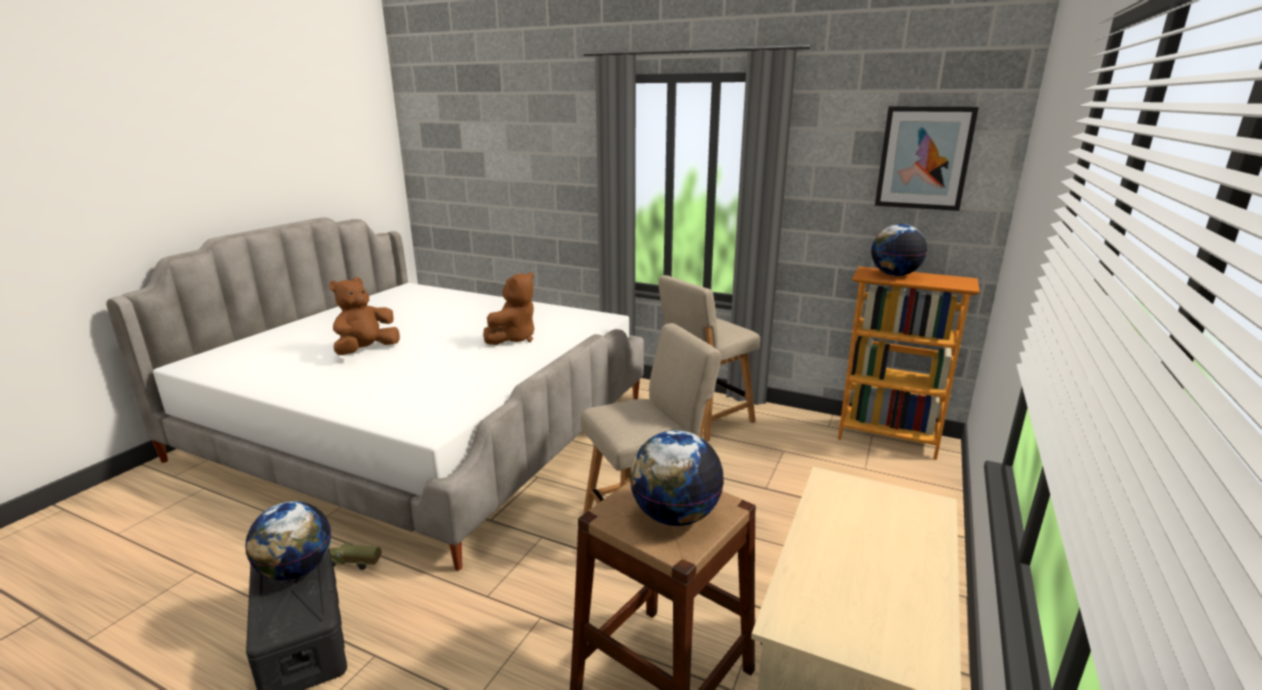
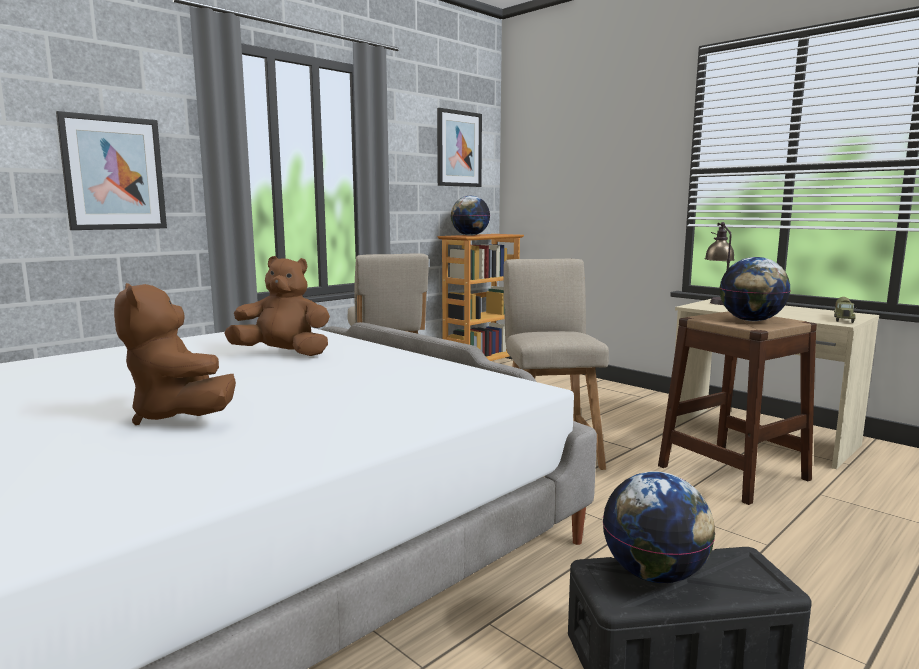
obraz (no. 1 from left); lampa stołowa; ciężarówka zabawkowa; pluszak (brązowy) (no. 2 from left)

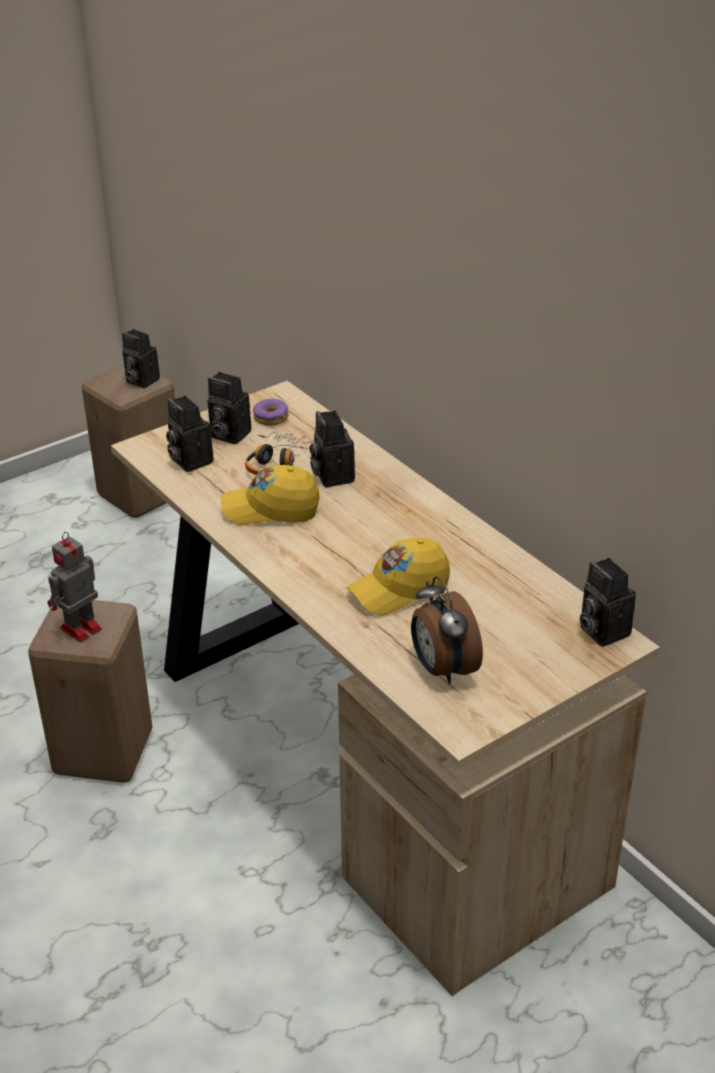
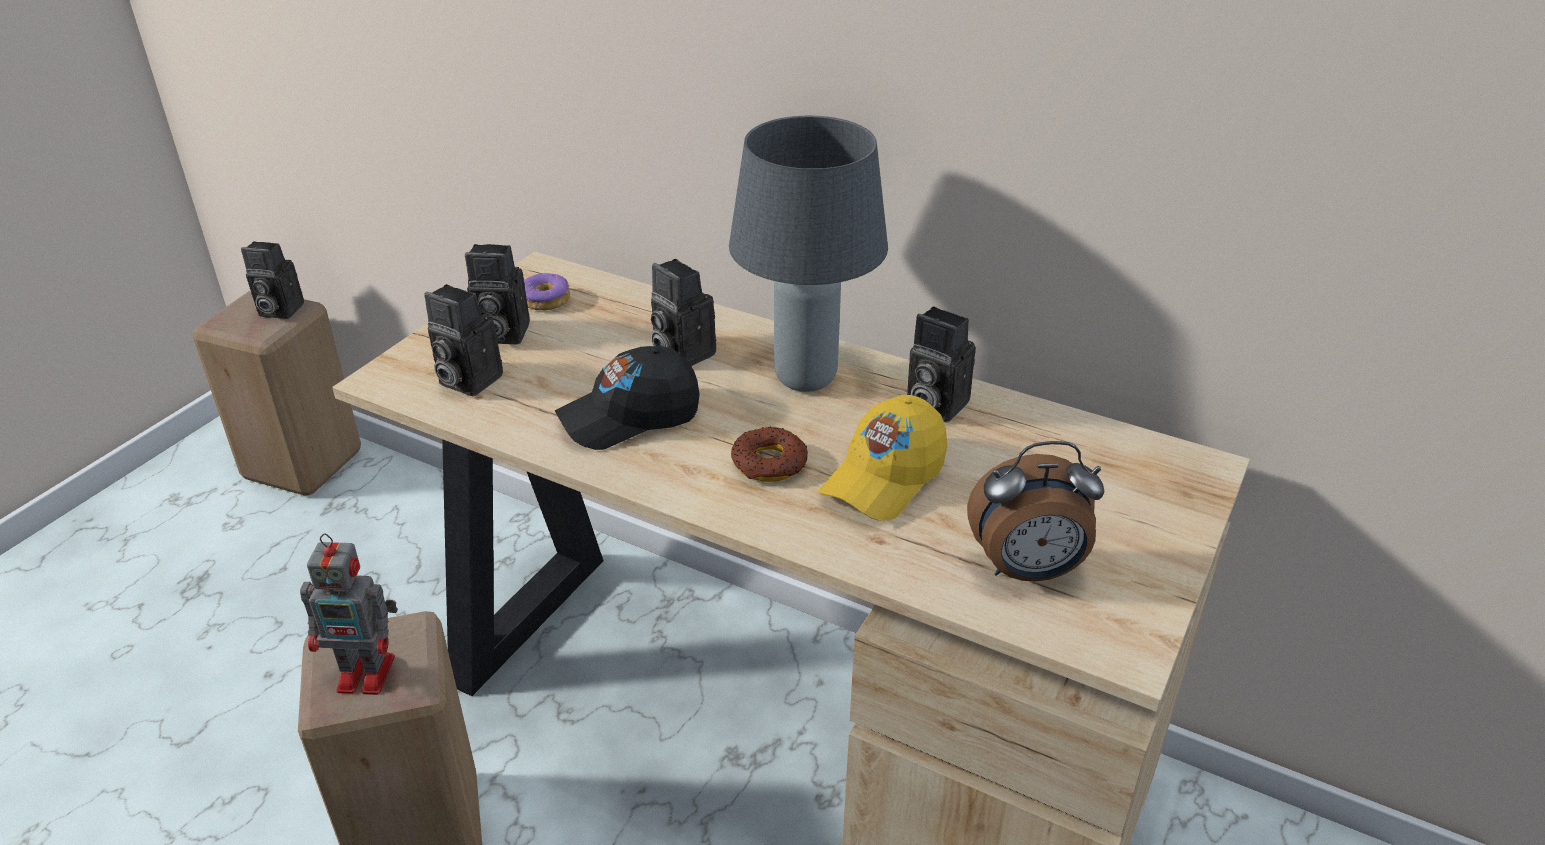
słuchawki; lampa stołowa (szary); donut (no. 2 from left); aparat fotograficzny (no. 5 from left); czapka z daszkiem (czarny); robot zabawkowy; budzik

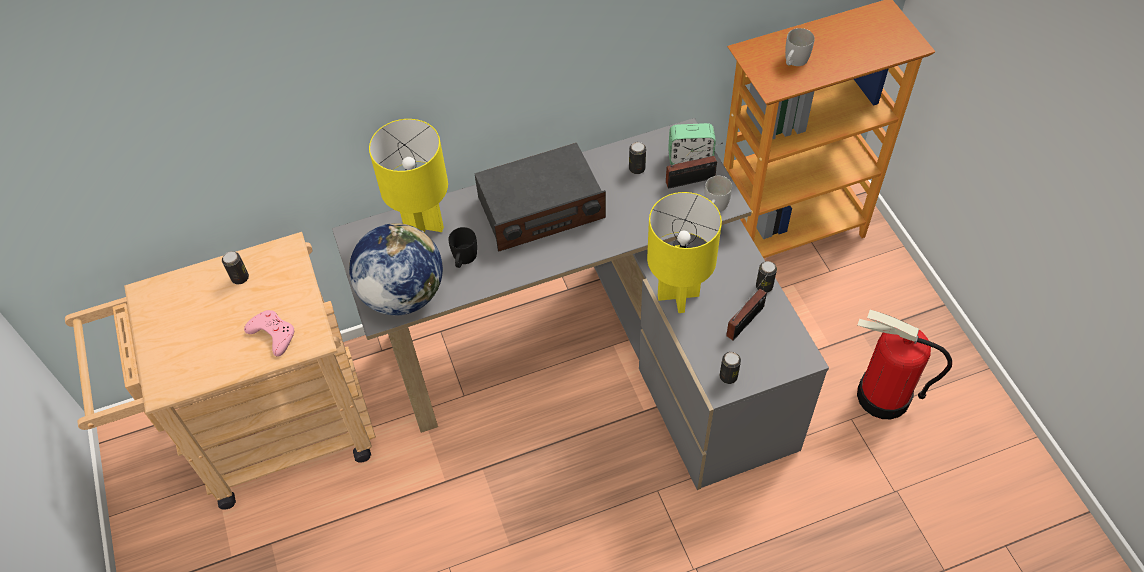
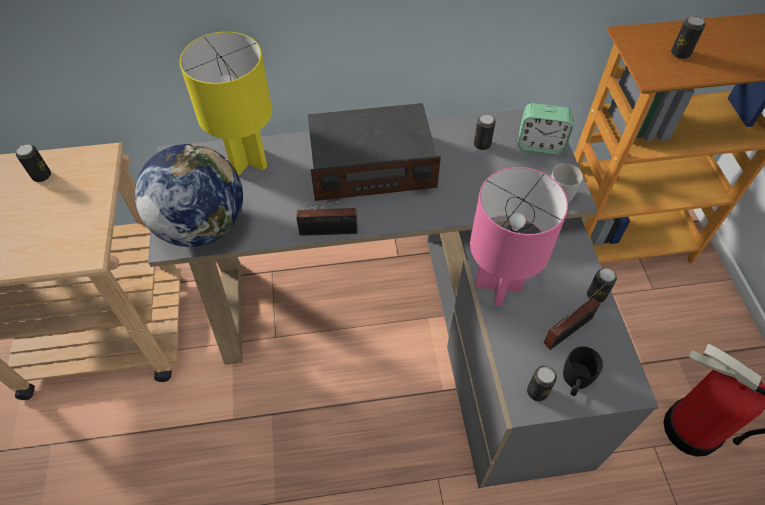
pad do gier (różowy); kubek (czarny); radio (no. 1 from left); puszka (no. 5 from left); lampa stołowa (różowy)

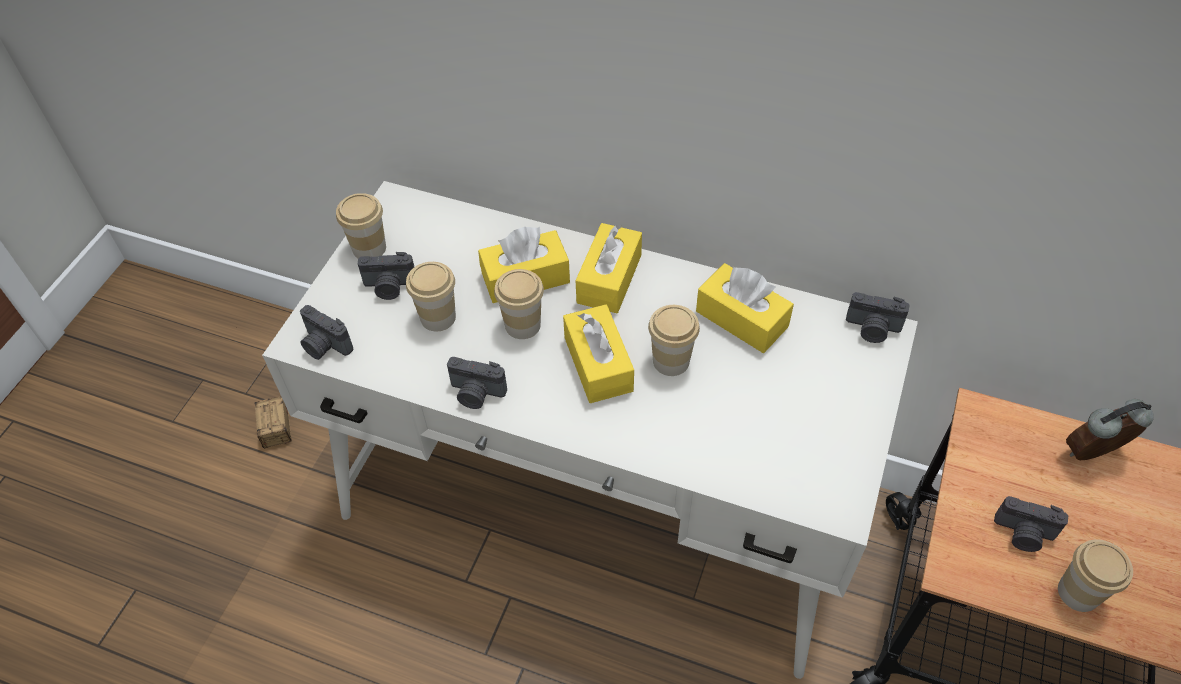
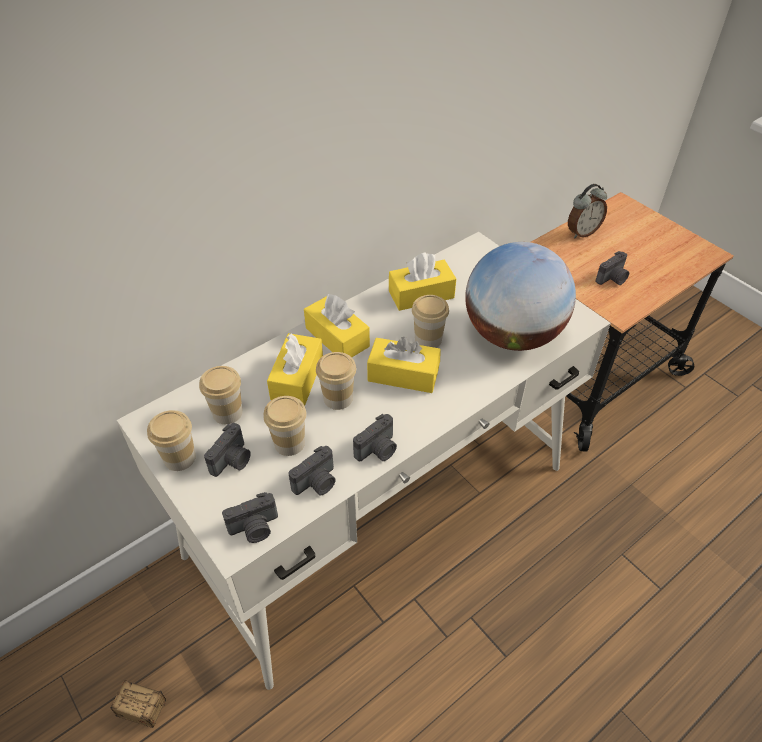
globus; aparat fotograficzny (no. 3 from left); filiżanka (no. 2 from left); budzik

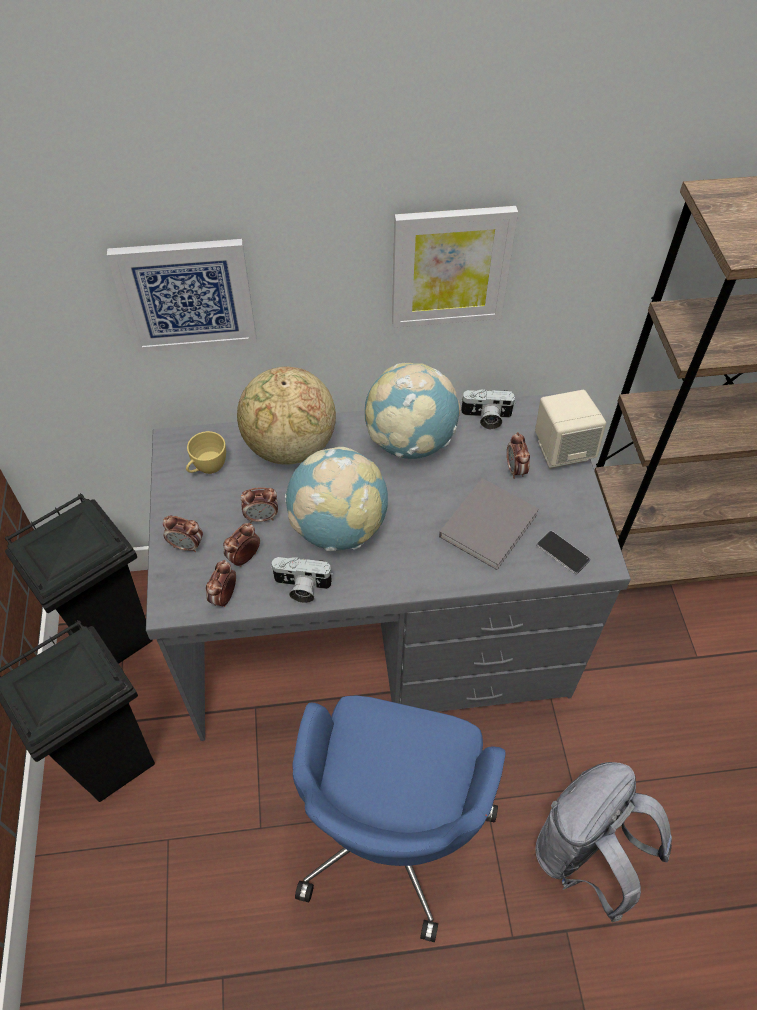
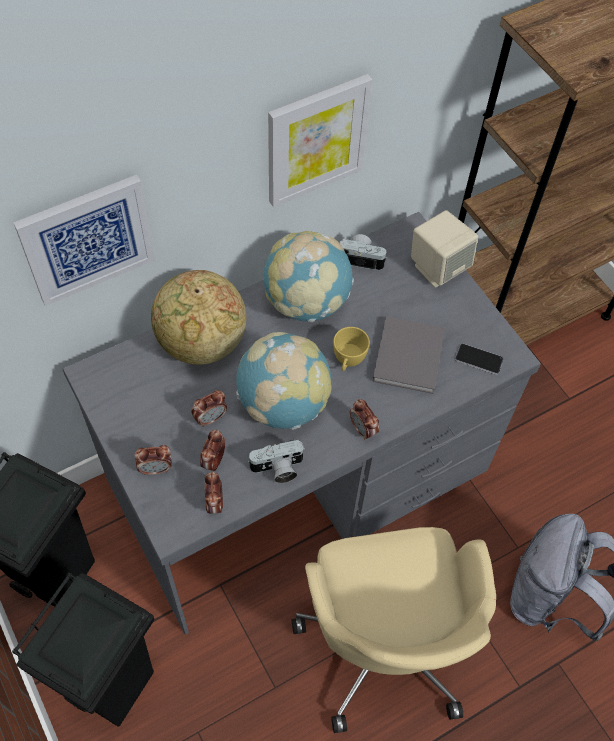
filiżanka (żółty); budzik (no. 5 from left); krzesło biurowe (beżowy); aparat fotograficzny (no. 2 from left)

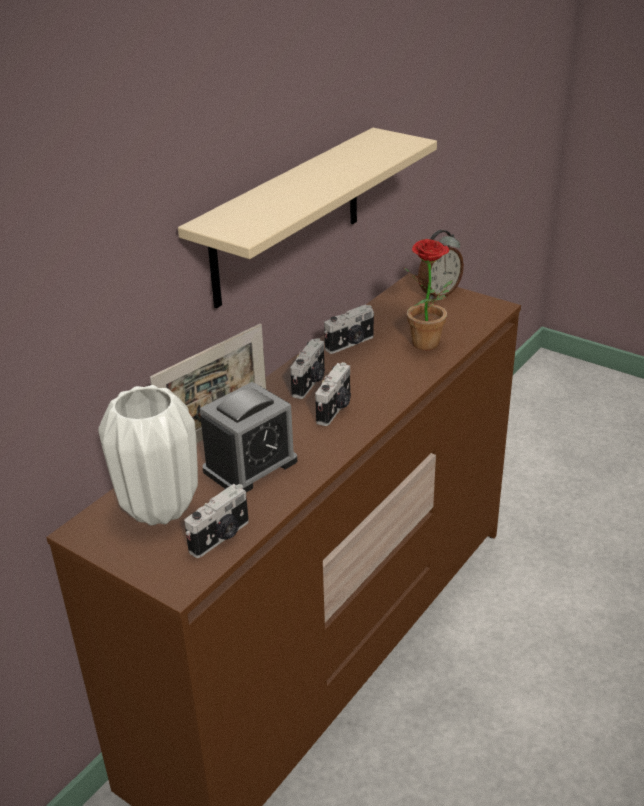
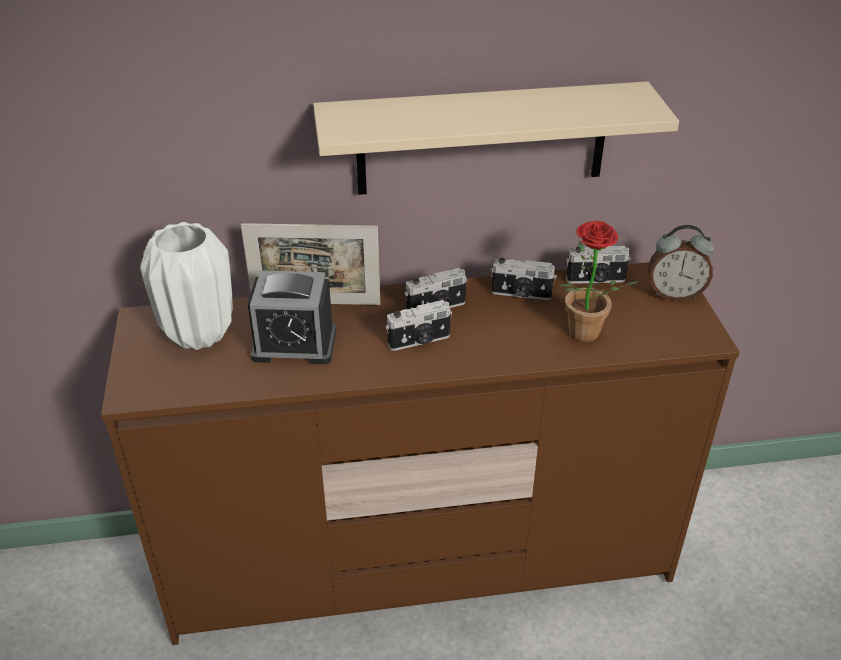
aparat fotograficzny (no. 4 from left)

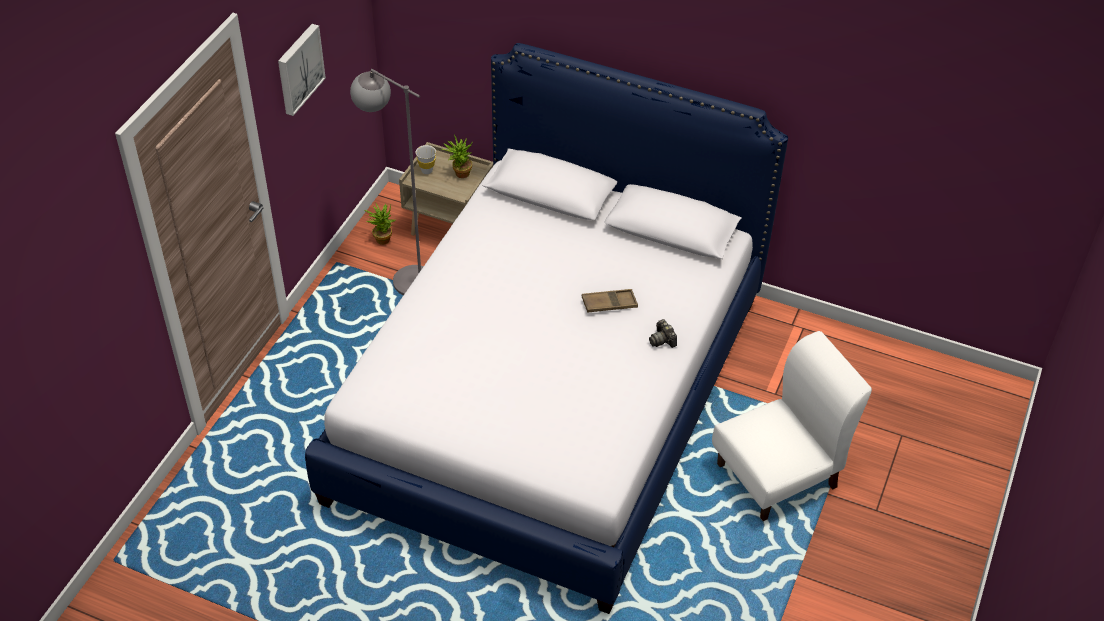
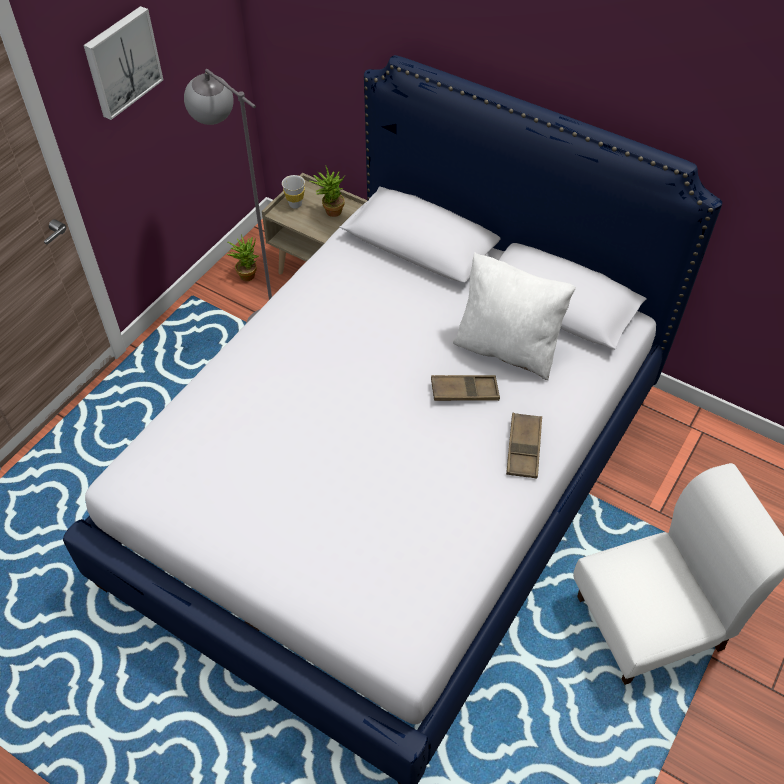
poduszka (biały); taca (brązowy) (no. 2 from left)

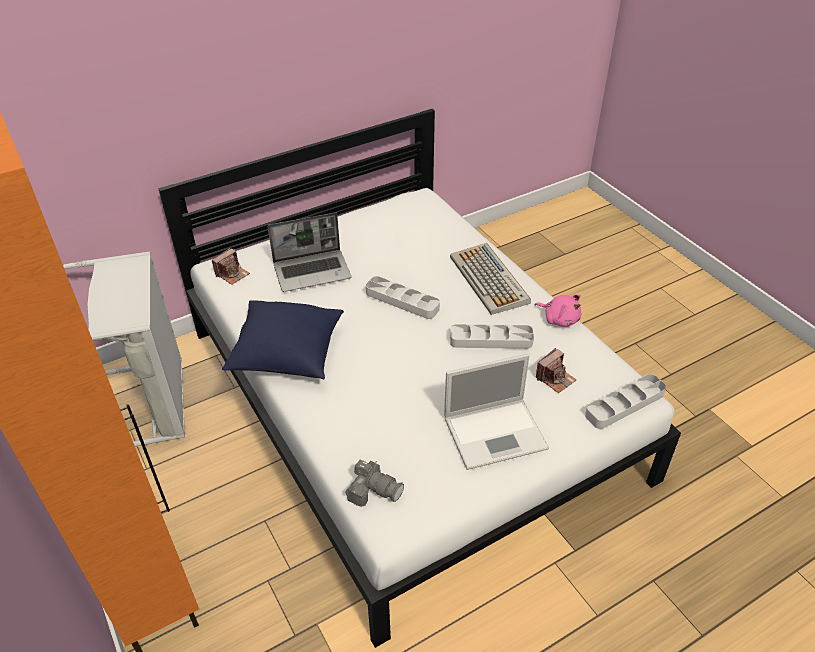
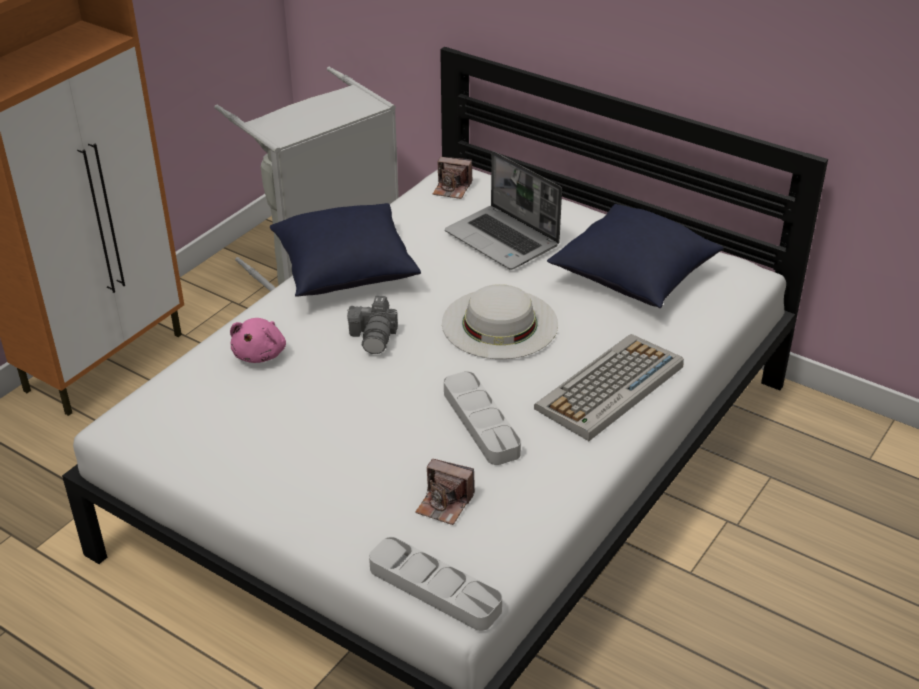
laptop (no. 2 from left in the first image); poduszka (niebieski) (no. 2 from left); aparat fotograficzny (no. 1 from left); pluszak (różowy); kapelusz (biały)

